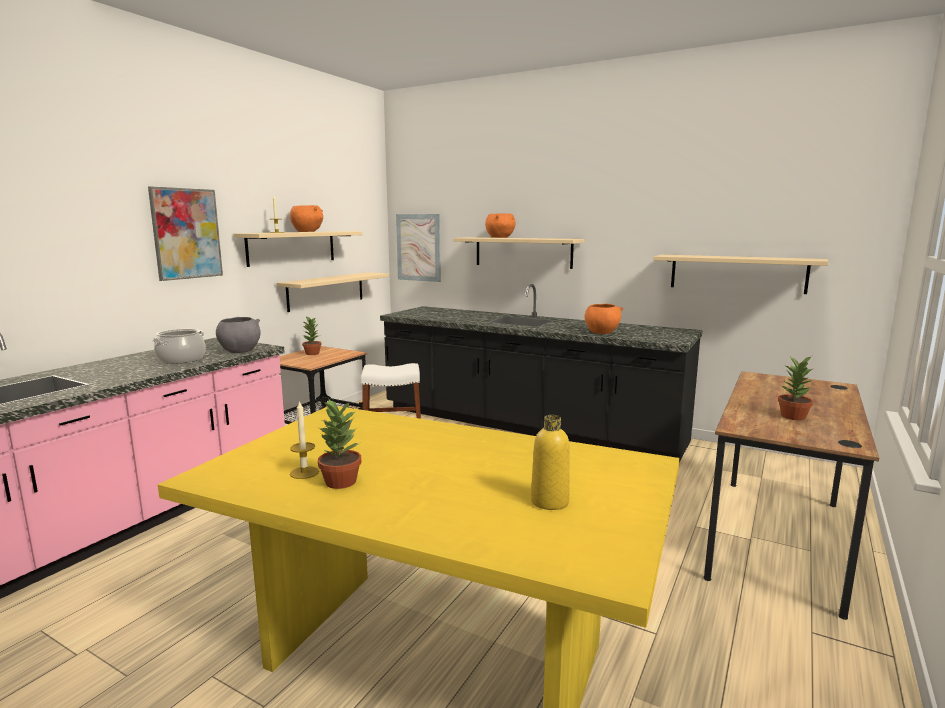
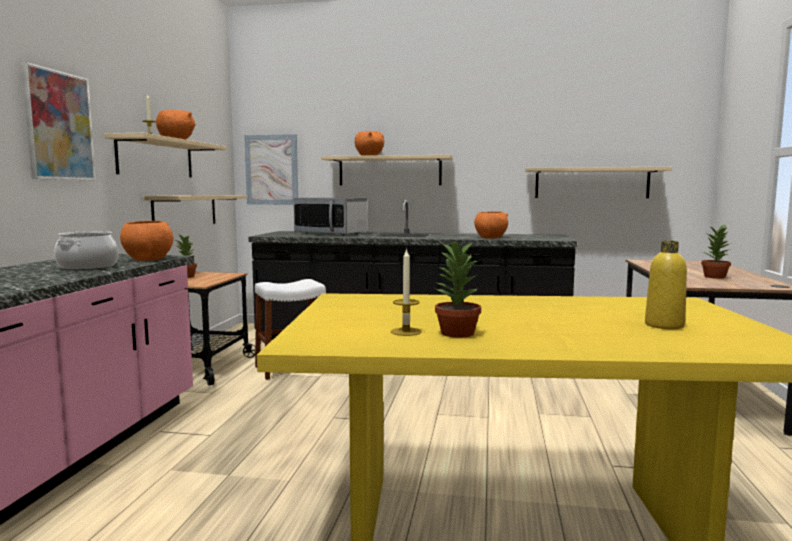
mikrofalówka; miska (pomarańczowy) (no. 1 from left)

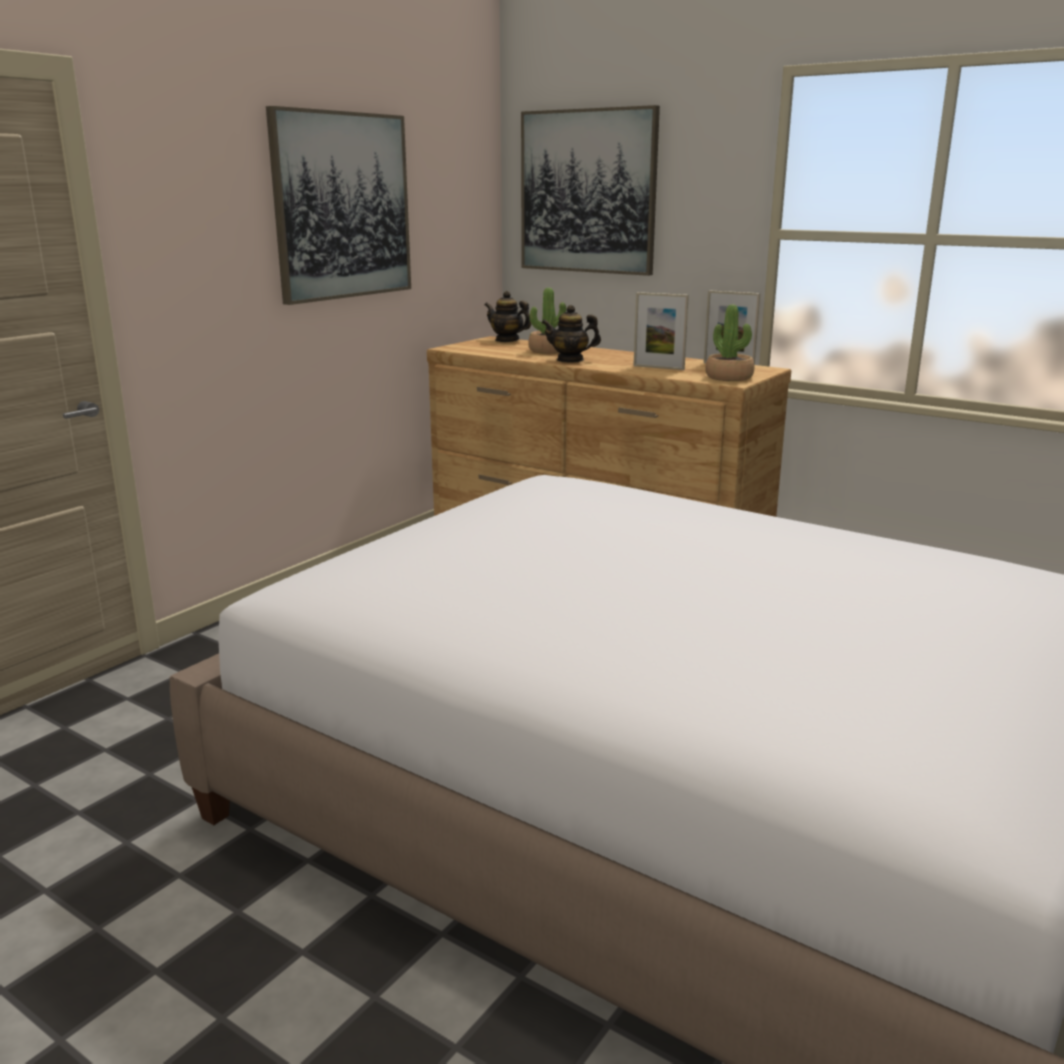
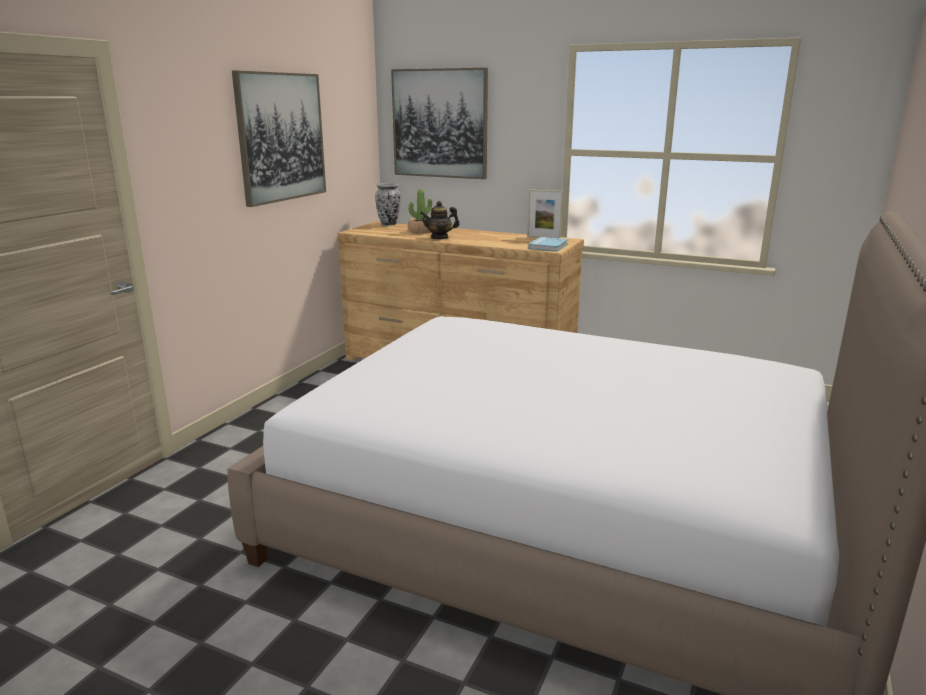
ramka na zdjęcie (no. 1 from left in the first image); wazon; książka (niebieski)

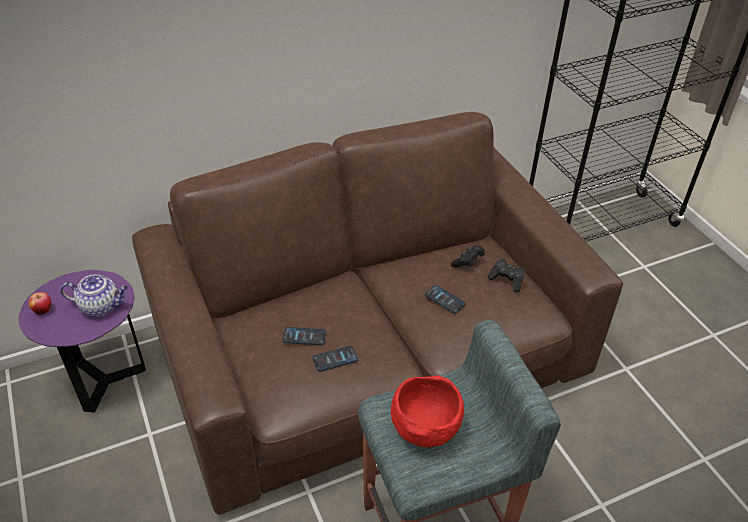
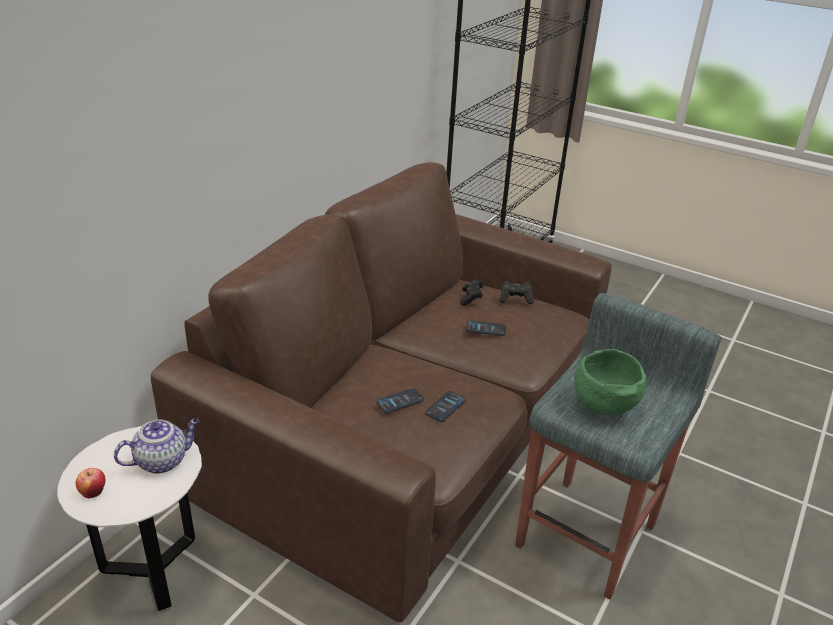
stolik (biały); miska (zielony)

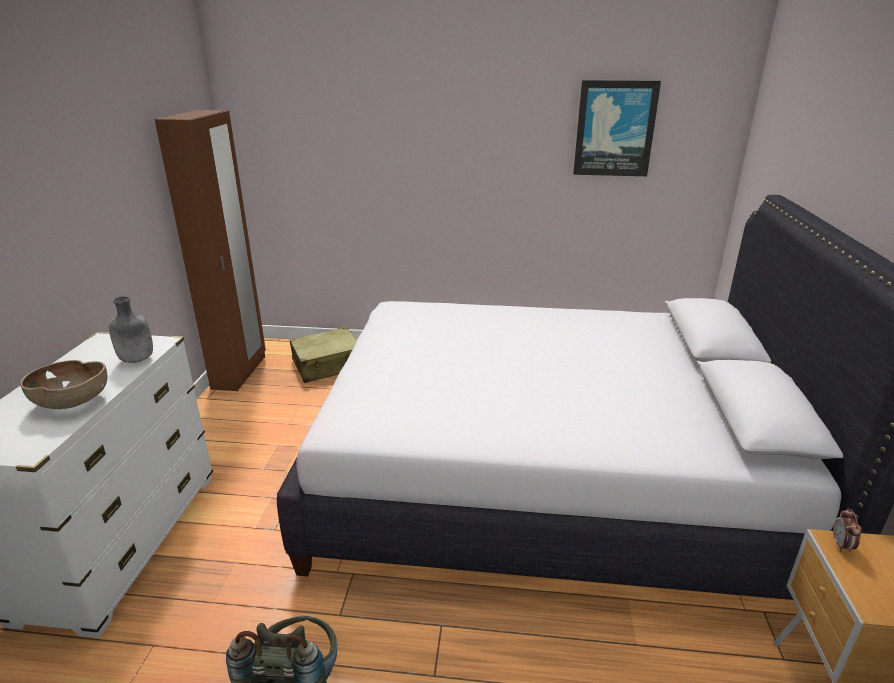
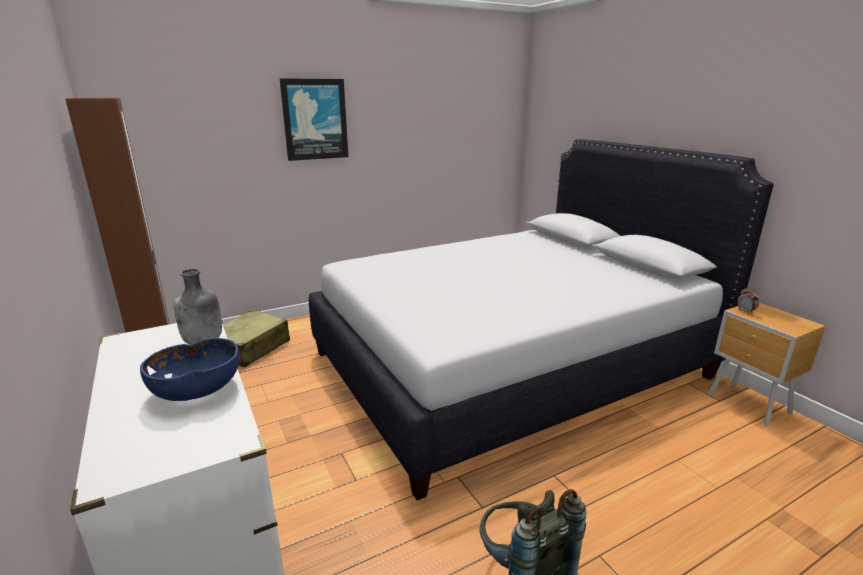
obraz; miska (niebieski)

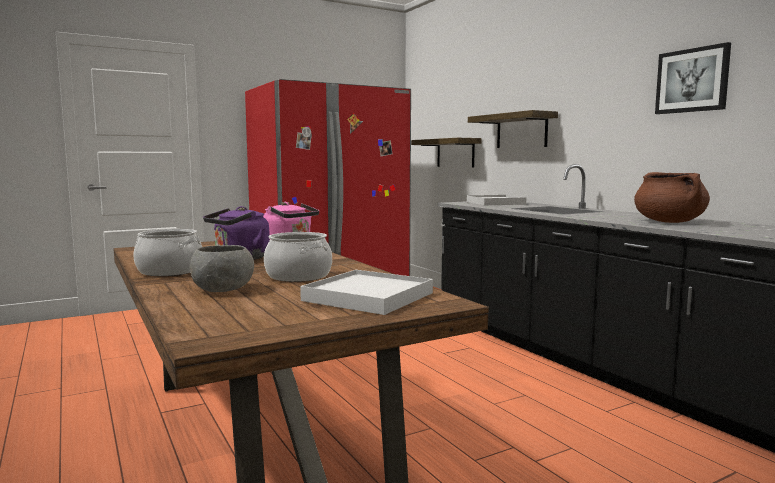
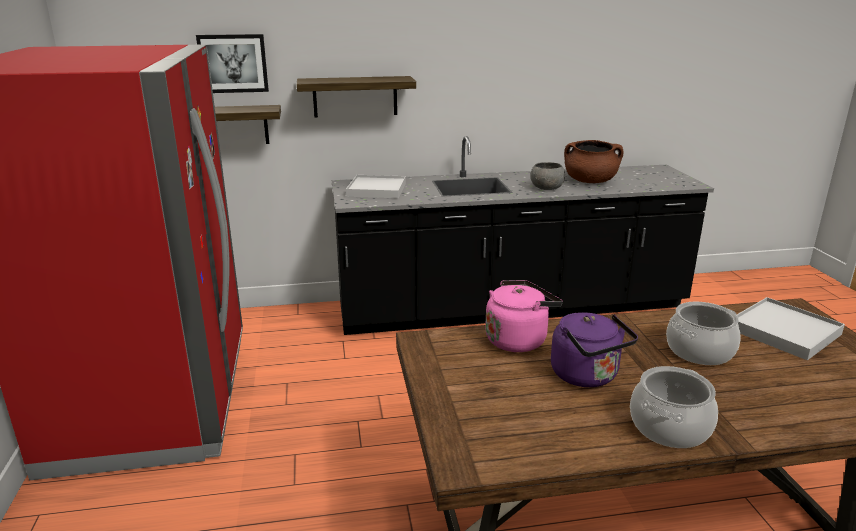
miska (szary); obraz

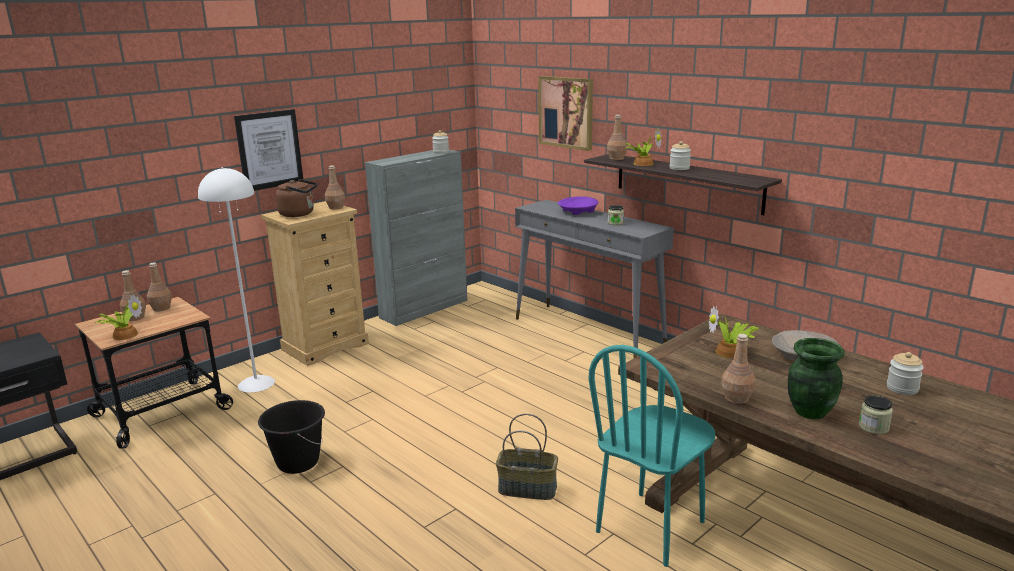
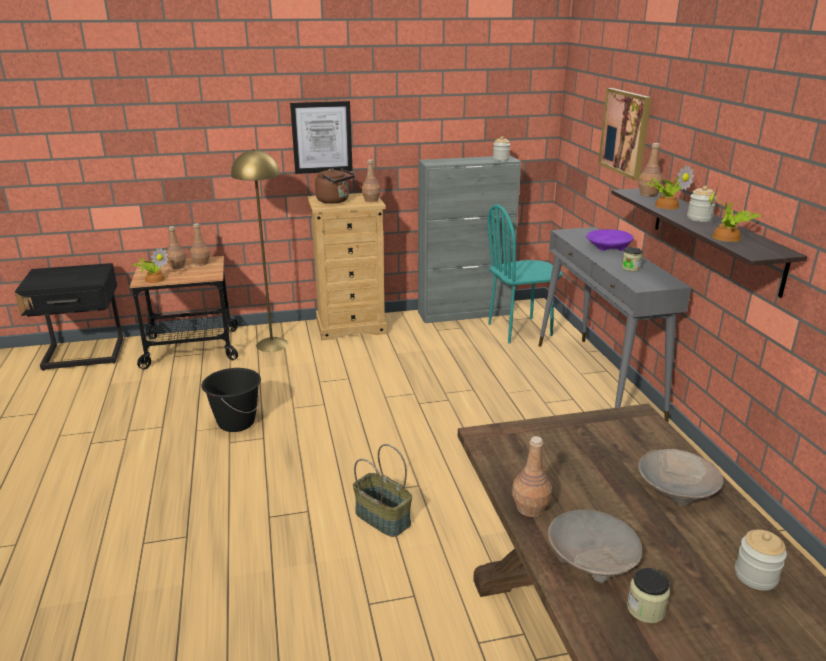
krzesło (turkusowy); roślina doniczkowa (no. 3 from left); miska (beżowy) (no. 1 from left); lampa stojąca (żółty)

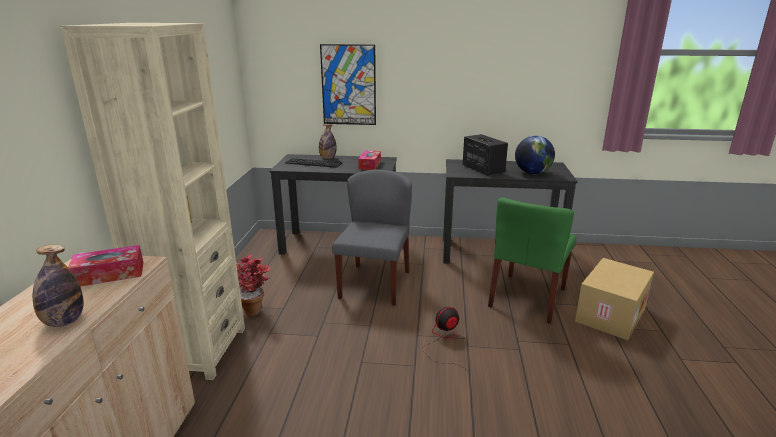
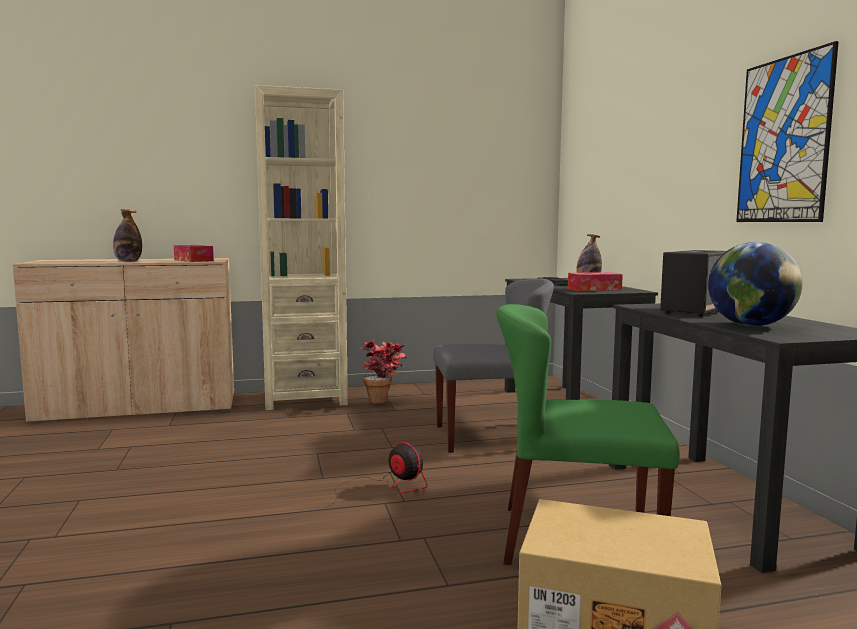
obraz

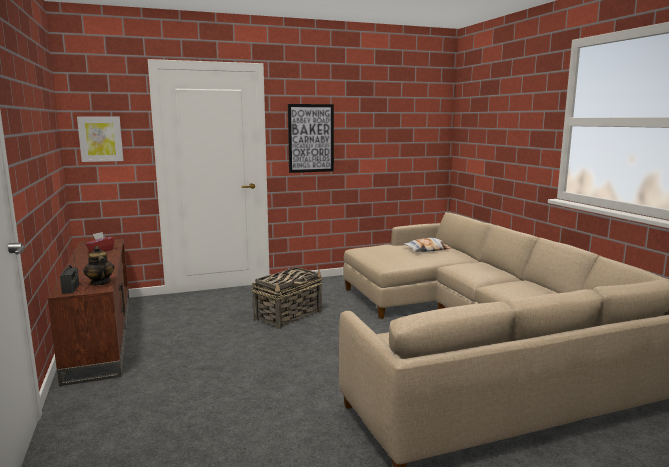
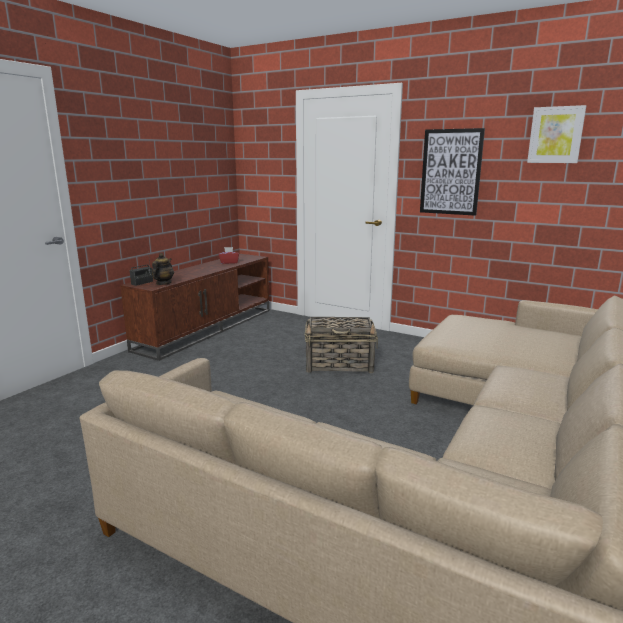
poduszka; obraz (no. 2 from left)

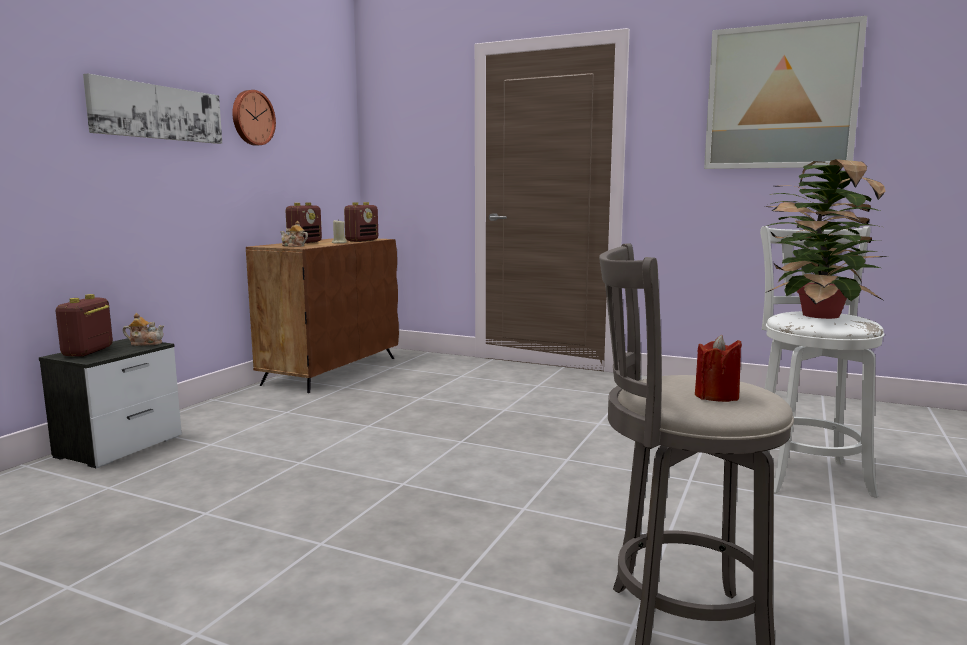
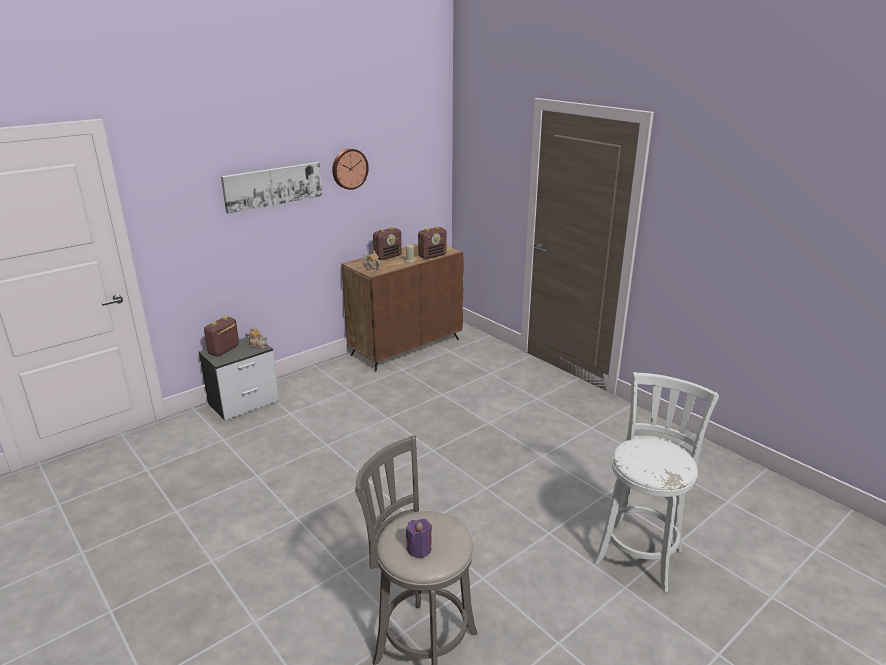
obraz (no. 2 from left in the first image); roślina doniczkowa; świeca (fioletowy)

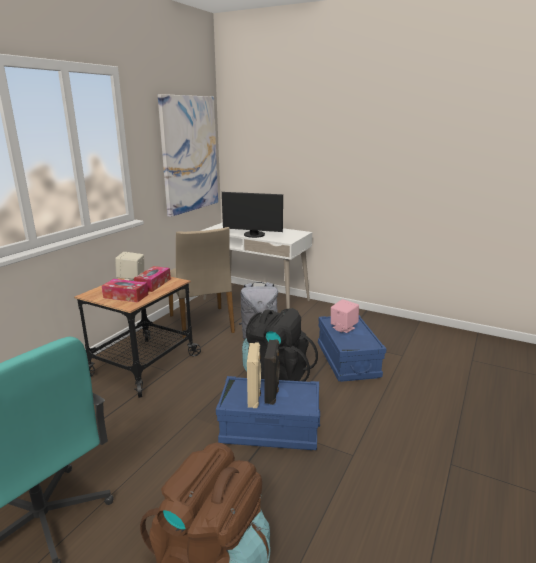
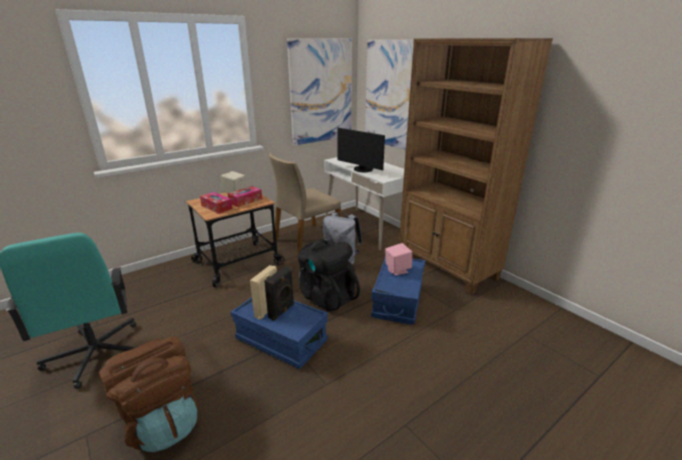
obraz (no. 2 from left); regał (brązowy); krzesło (beżowy)

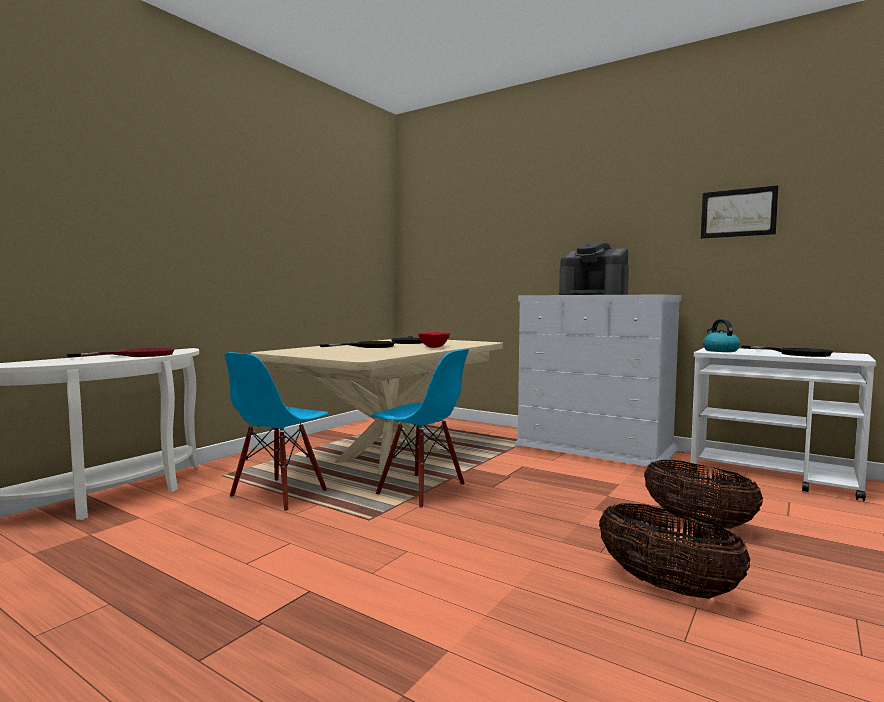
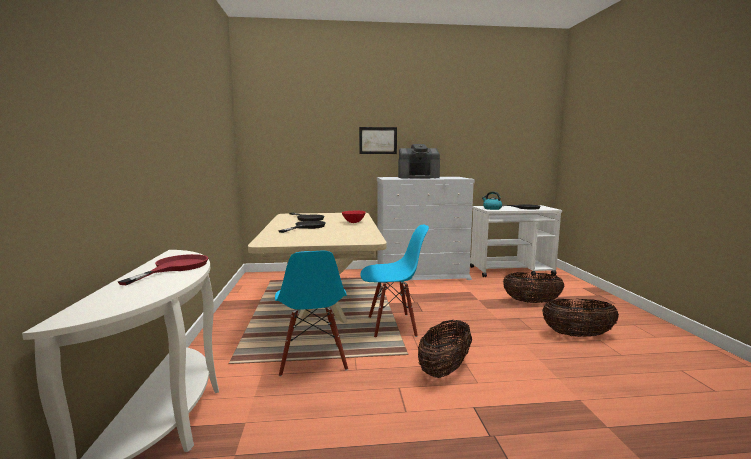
koszyk (no. 1 from left); obraz

